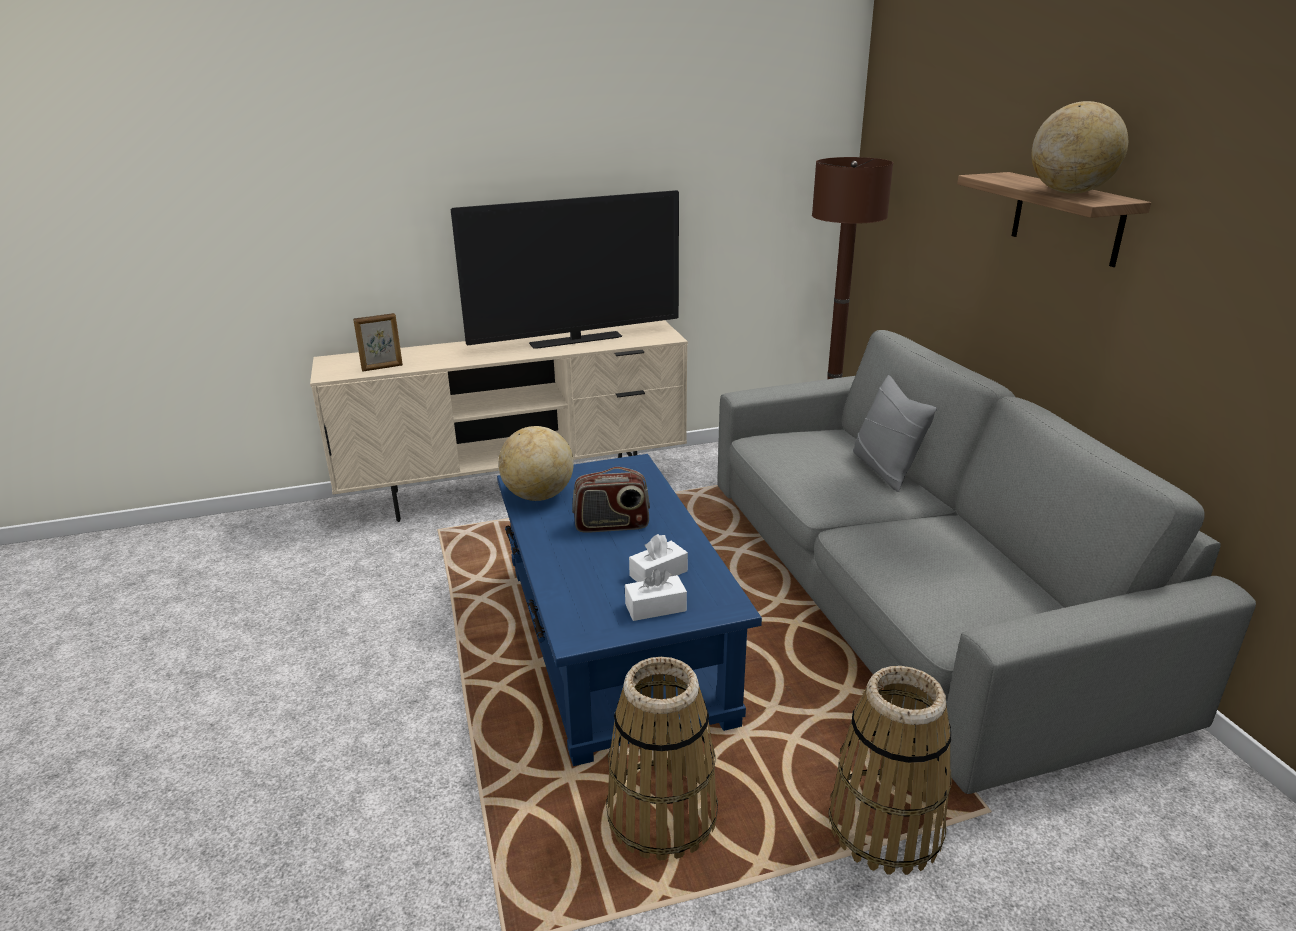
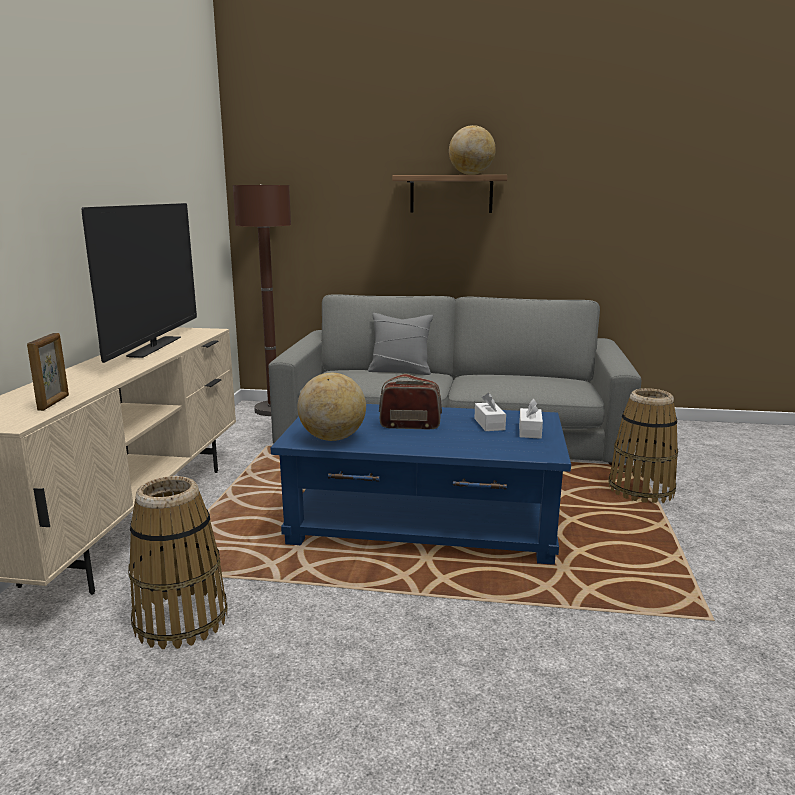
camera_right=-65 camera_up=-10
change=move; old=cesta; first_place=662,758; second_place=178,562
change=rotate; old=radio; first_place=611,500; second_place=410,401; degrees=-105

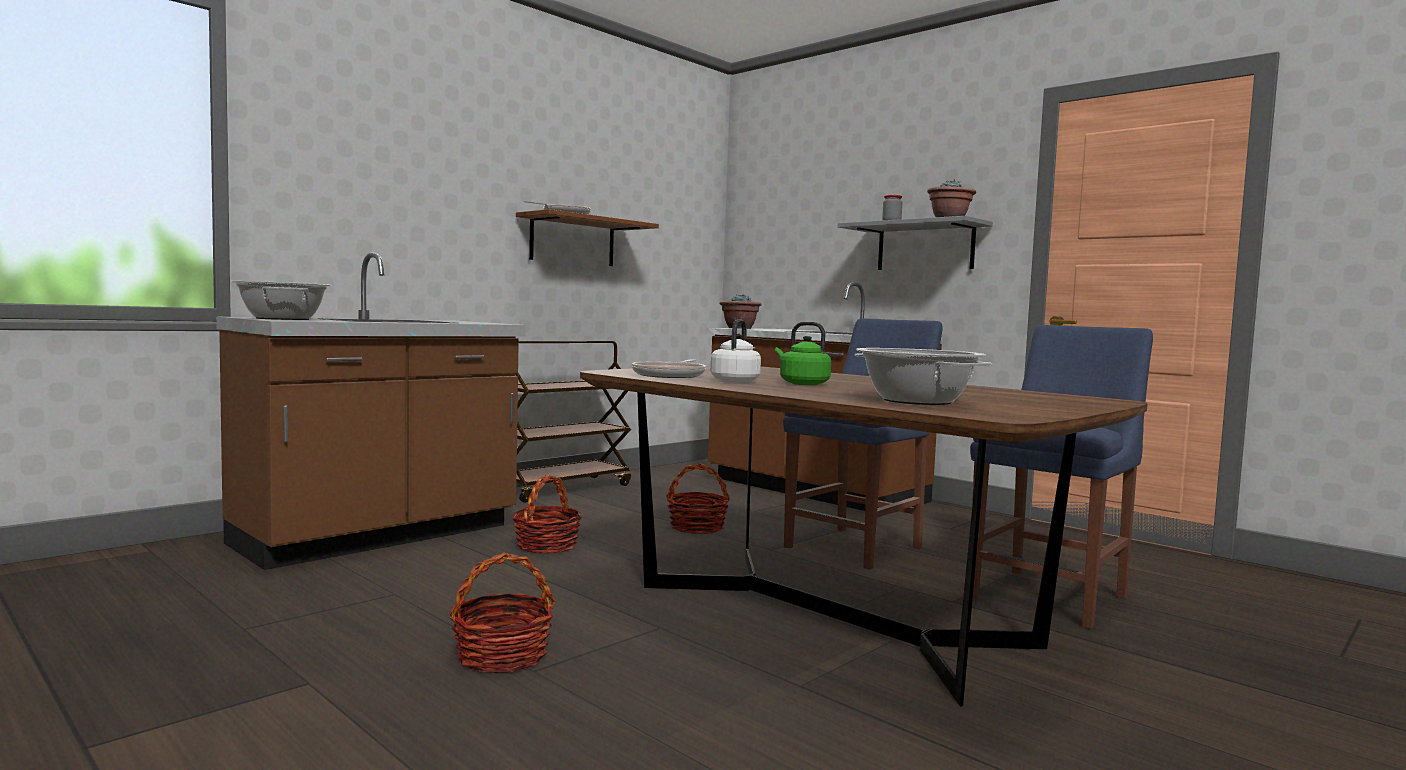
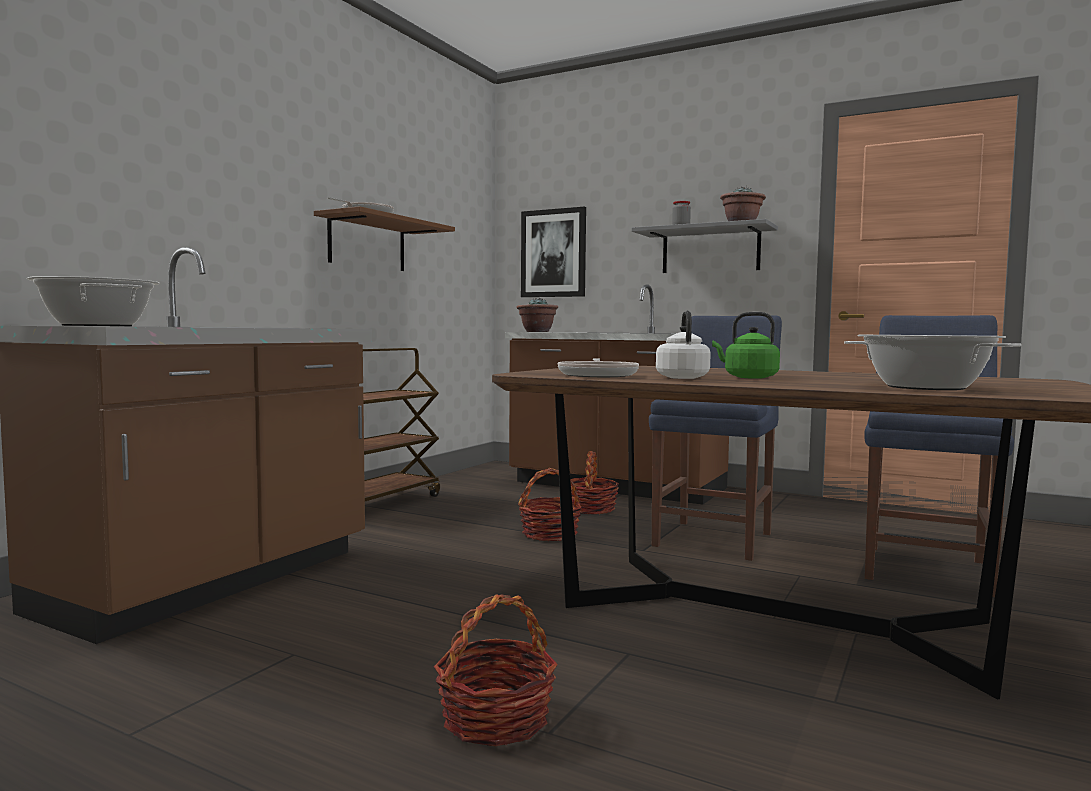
camera_right=-15 camera_up=0
change=insert; new=cuadro; second_place=553,252
change=move; old=cesta; first_place=547,514; second_place=594,482

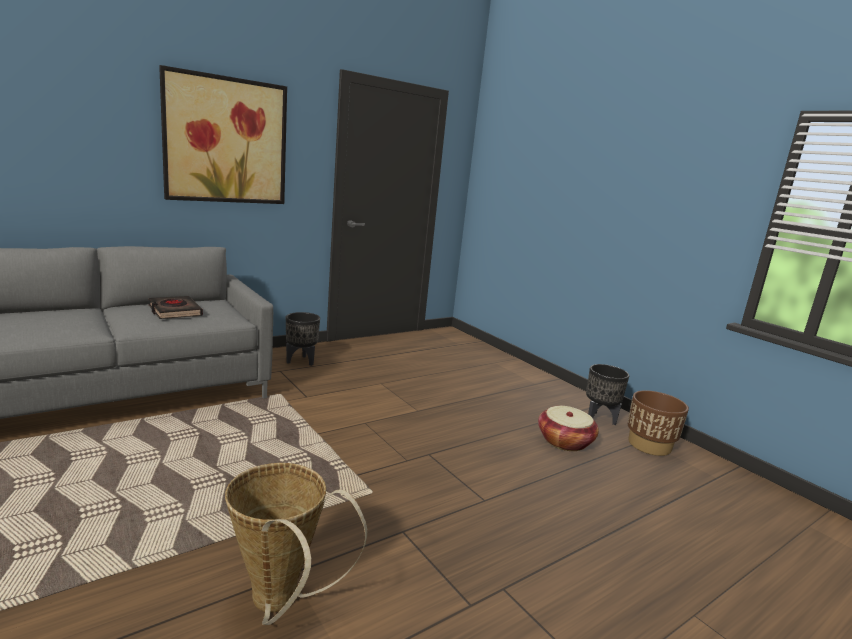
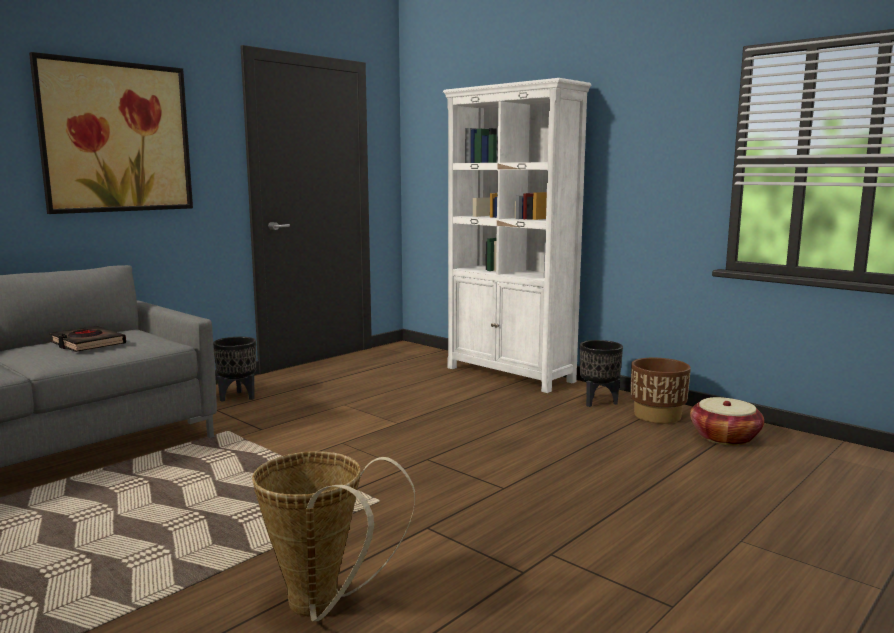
camera_right=-10 camera_up=-5
change=insert; new=estantería [blanco]; second_place=517,235
change=move; old=cesta; first_place=568,428; second_place=727,421

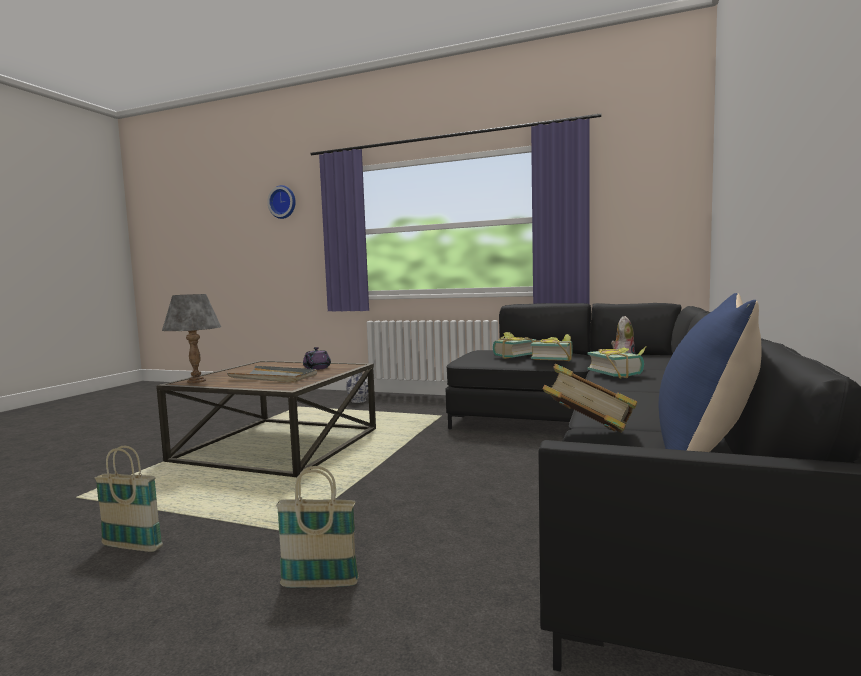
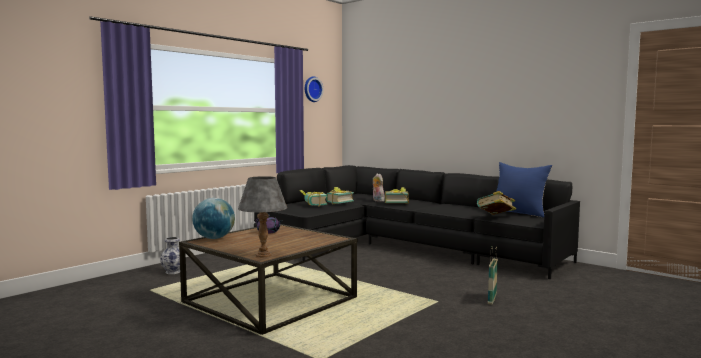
camera_right=-70 camera_up=0
change=insert; new=globo terráqueo; second_place=213,218
change=move; old=reloj de pared; first_place=281,202; second_place=314,89
change=delete; old=cesta; first_place=128,498
change=delete; old=bandeja [gris]; first_place=272,374

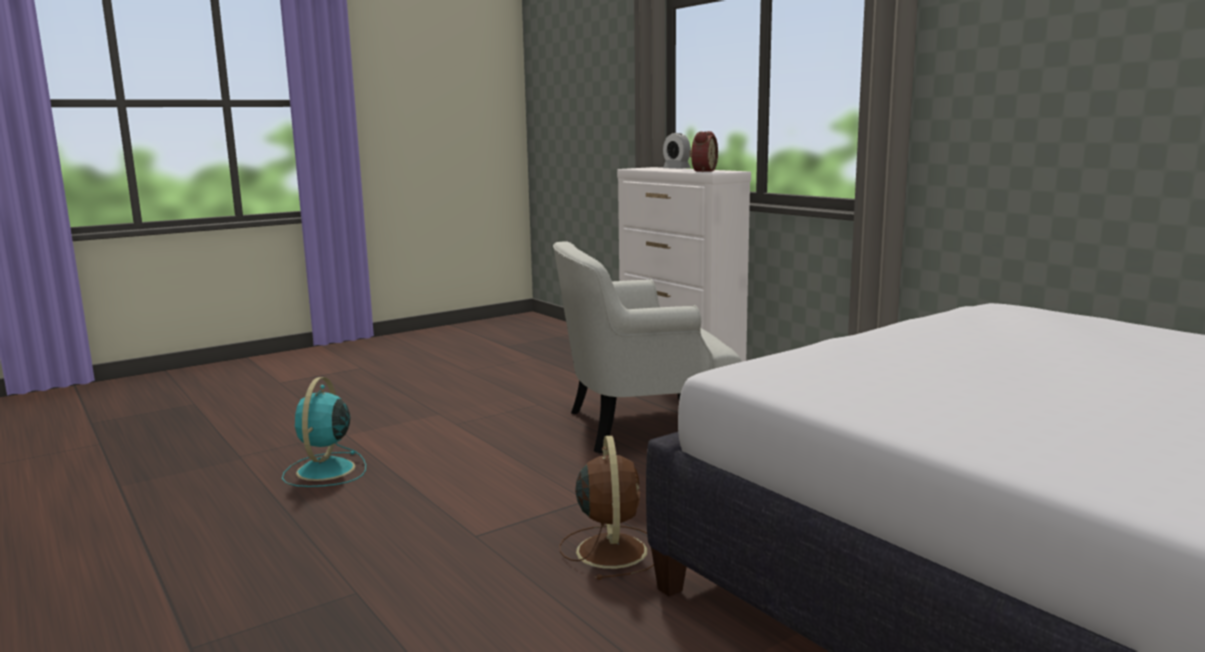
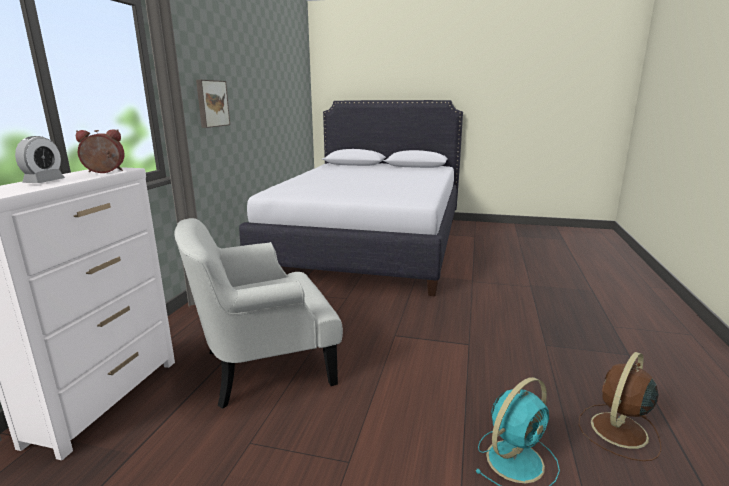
camera_right=-130 camera_up=5
change=rotate; old=sillón [blanco]; first_place=647,347; second_place=258,313; degrees=120
change=insert; new=cuadro; second_place=213,104
change=move; old=ventilador [marrón]; first_place=606,508; second_place=619,406

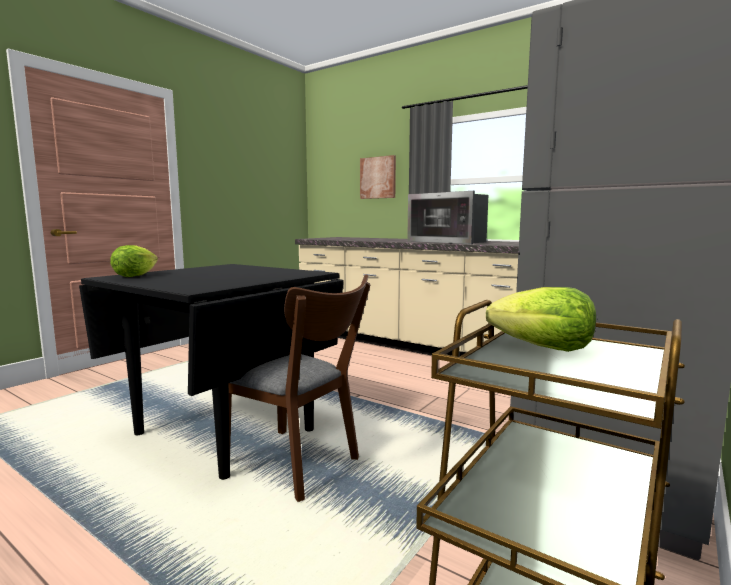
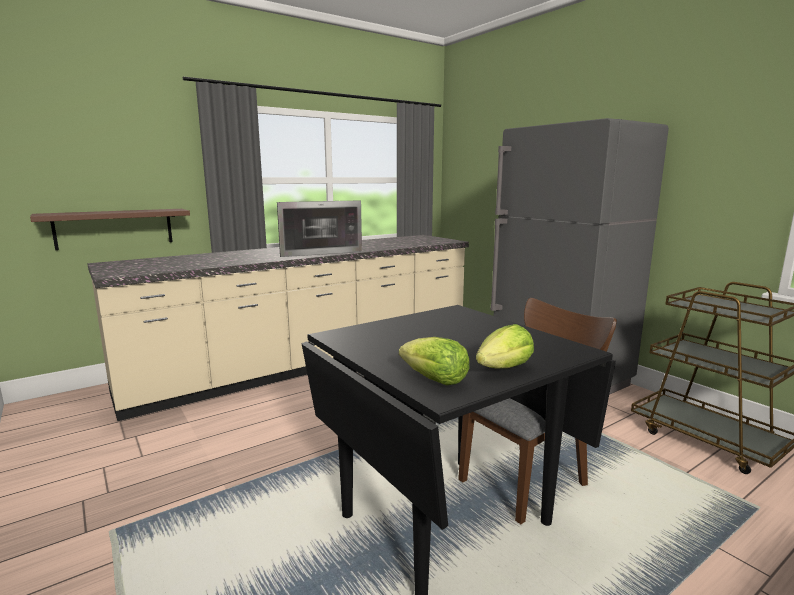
camera_right=-70 camera_up=5
change=insert; new=estante [marrón]; second_place=110,229
change=move; old=lechuga; first_place=541,319; second_place=505,346
change=delete; old=cuadro; first_place=378,177

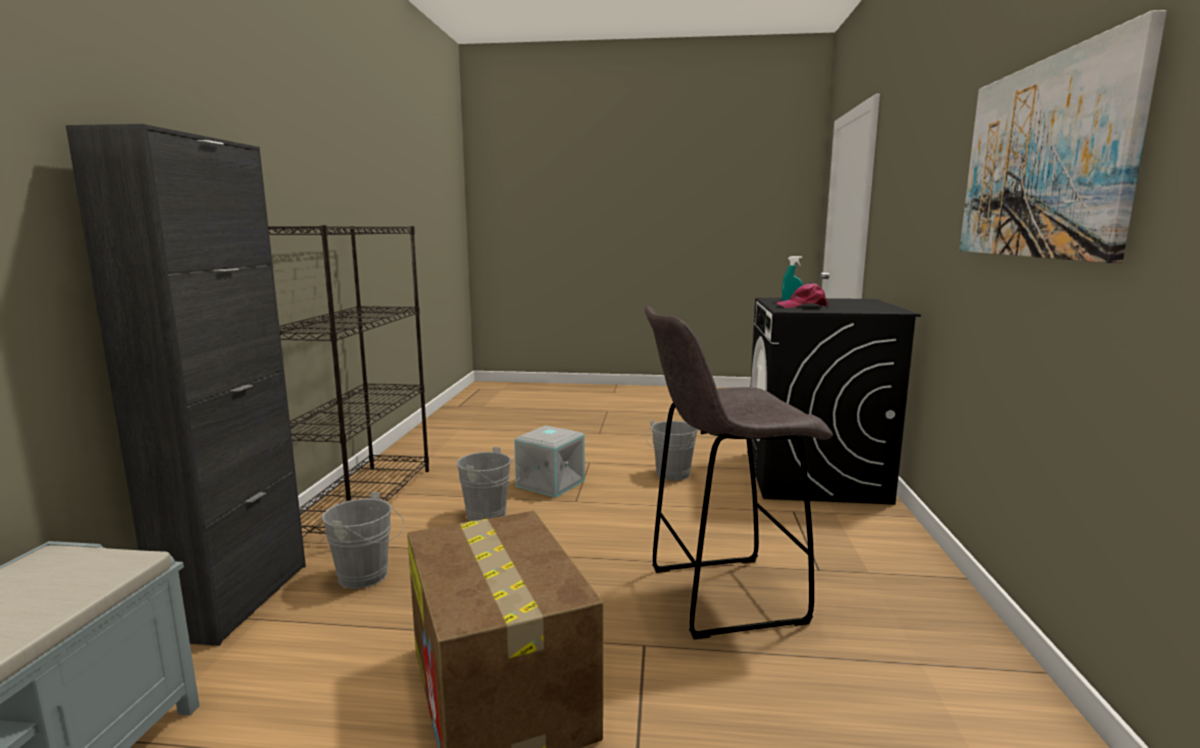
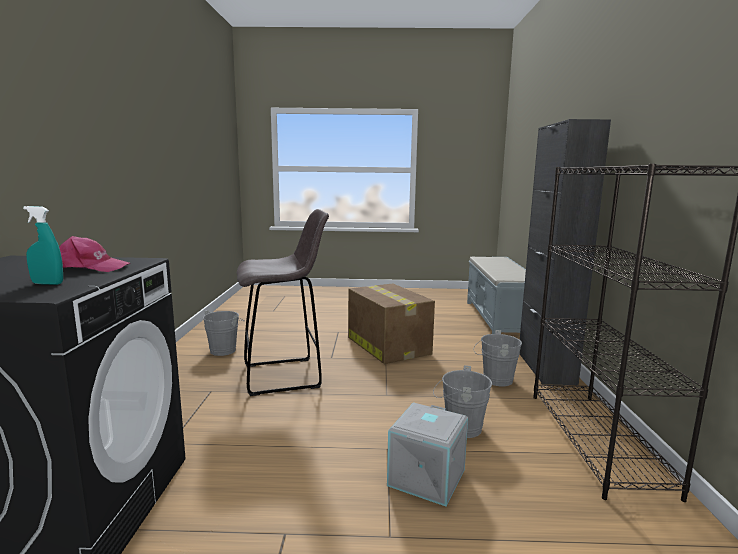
camera_right=175 camera_up=0
change=move; old=cubo [gris]; first_place=672,450; second_place=223,333
change=delete; old=cuadro; first_place=1063,136

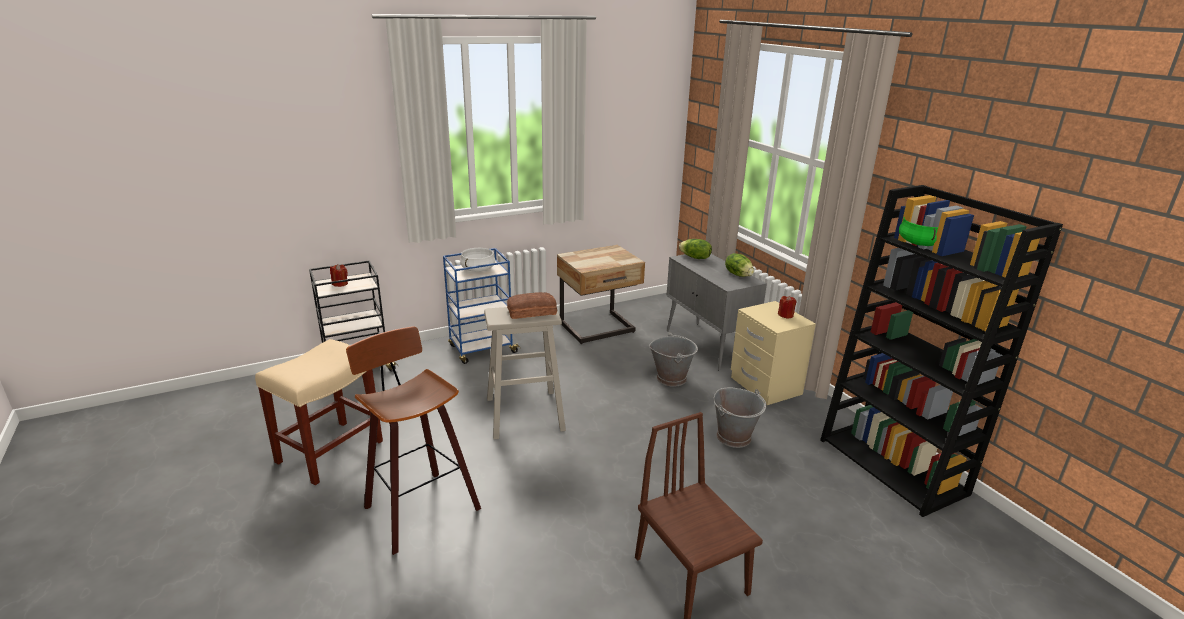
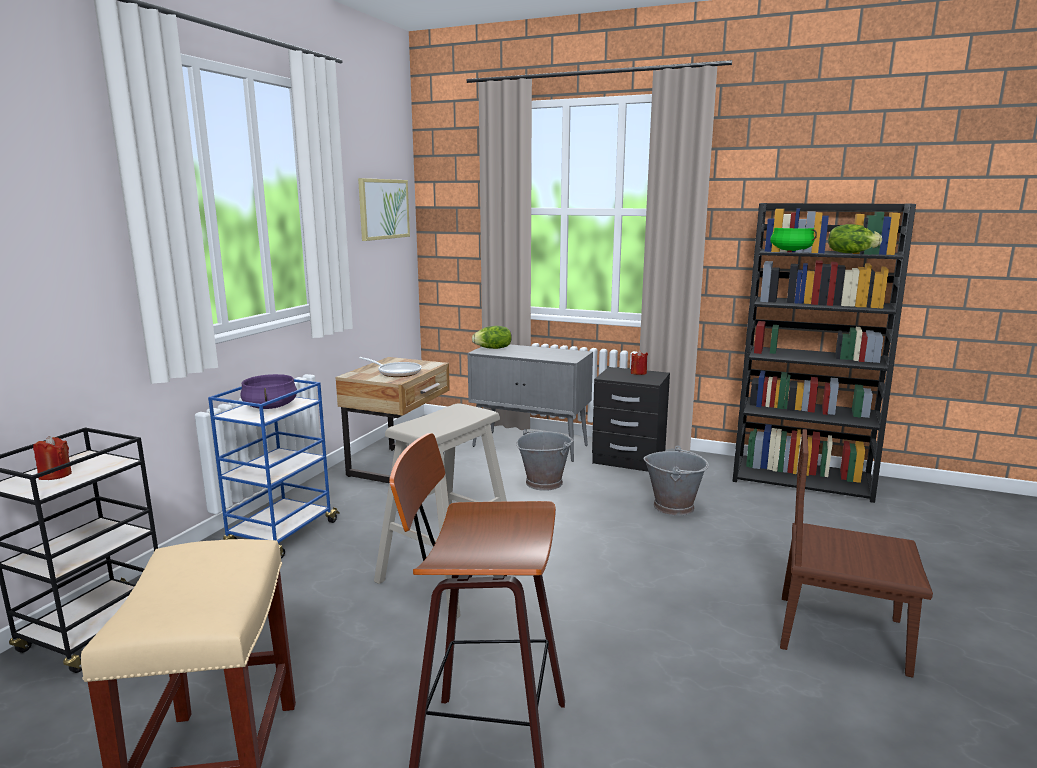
camera_right=-40 camera_up=-10
change=recolor; old=olla [blanco]; new=olla [morado]; first_place=477,260; second_place=268,391
change=insert; new=cuadro; second_place=384,209
change=insert; new=sartén; second_place=390,367
change=recolor; old=mesita de noche [beis]; new=mesita de noche [negro]; first_place=773,353; second_place=631,419
change=move; old=lechuga; first_place=739,265; second_place=855,238
change=delete; old=pan; first_place=532,305

